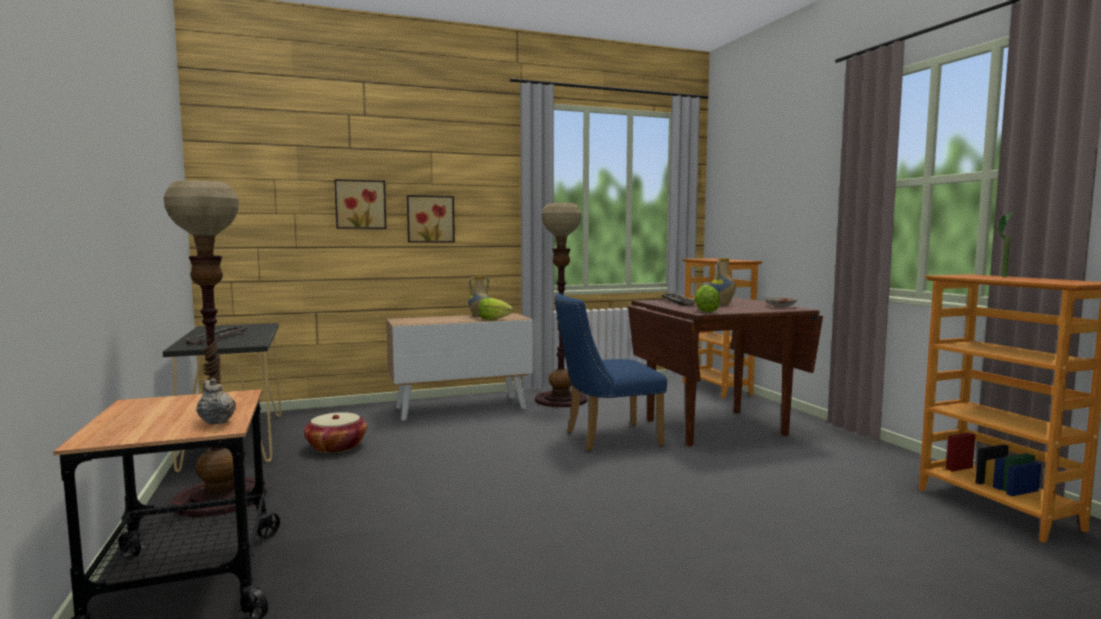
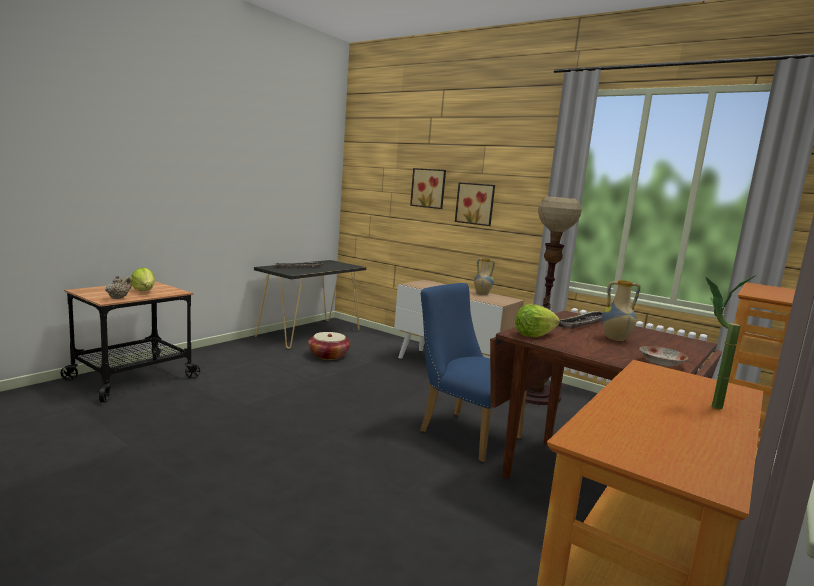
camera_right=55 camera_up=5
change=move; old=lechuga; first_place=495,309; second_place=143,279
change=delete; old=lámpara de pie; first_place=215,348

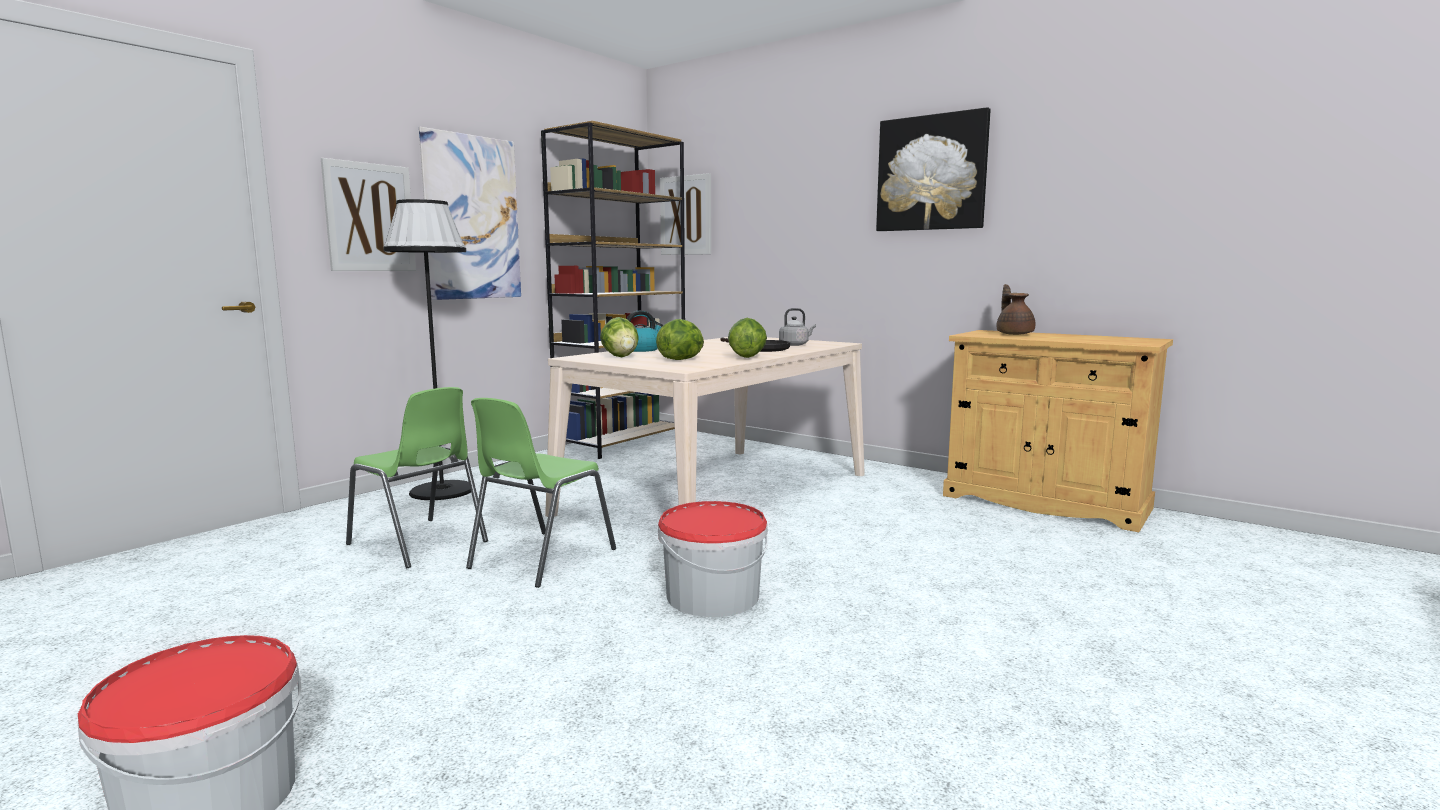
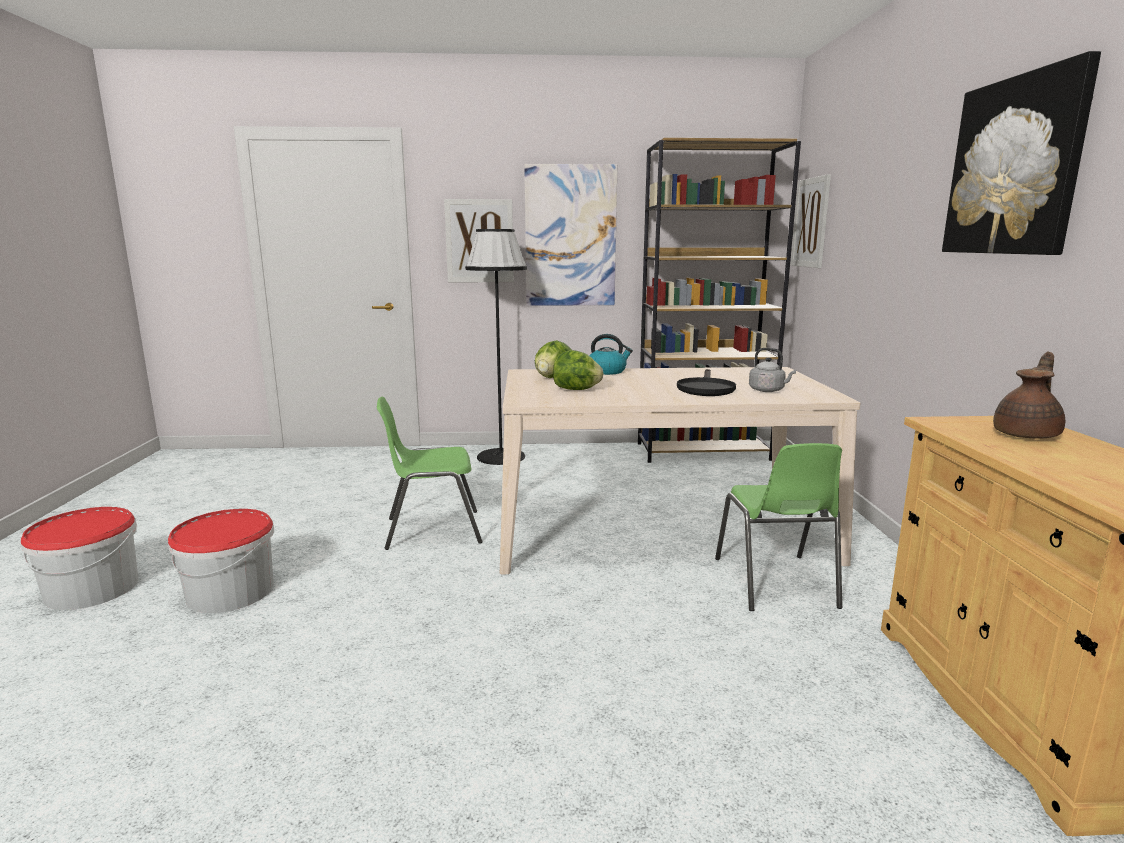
camera_right=50 camera_up=5
change=move; old=cubo; first_place=713,559; second_place=221,561
change=move; old=silla [verde]; first_place=417,477; second_place=778,527
change=delete; old=lechuga; first_place=747,338

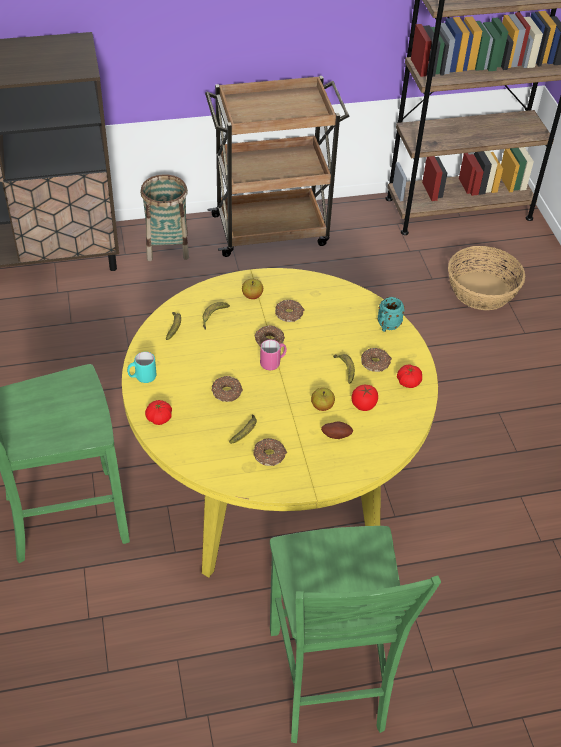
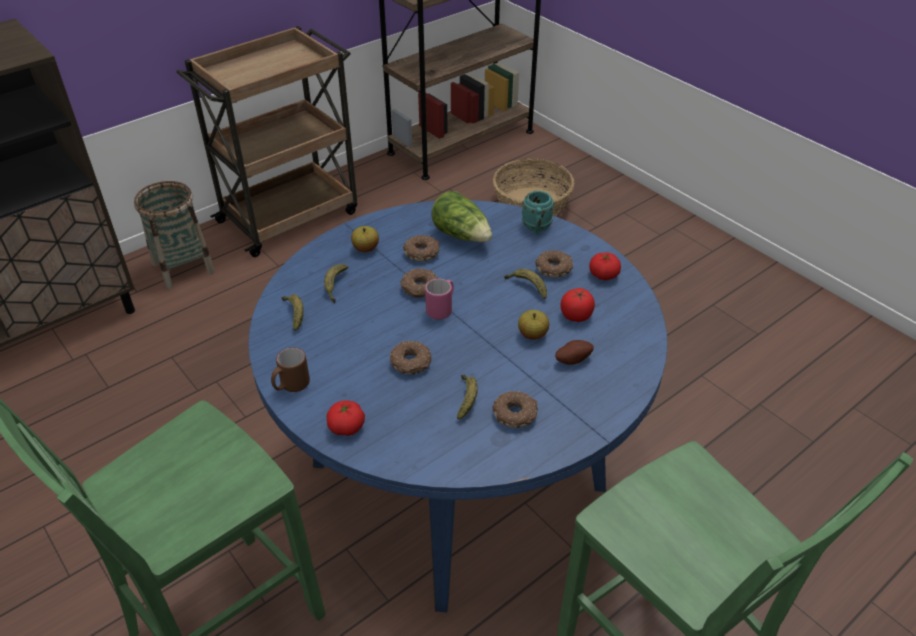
camera_right=-25 camera_up=-5
change=recolor; old=mesa de comedor [amarillo]; new=mesa de comedor [azul]; first_place=280,423; second_place=457,406
change=recolor; old=taza grande [turquesa]; new=taza grande [marrón]; first_place=141,367; second_place=290,369
change=insert; new=lechuga; second_place=462,216

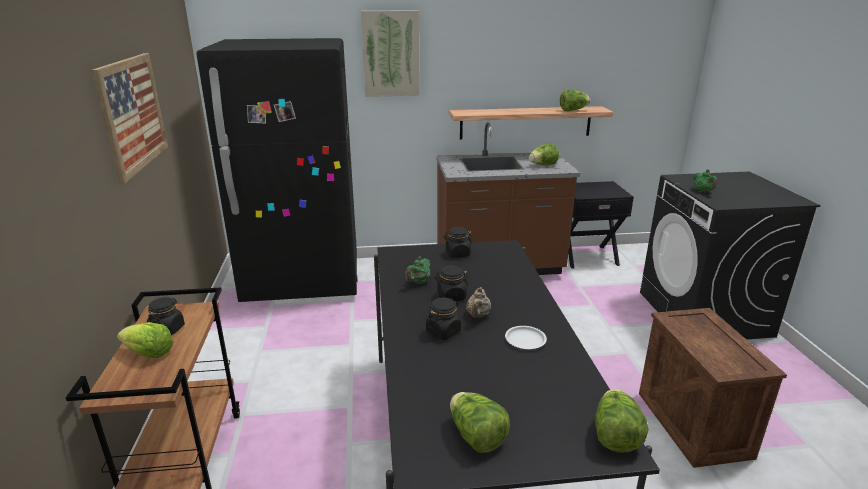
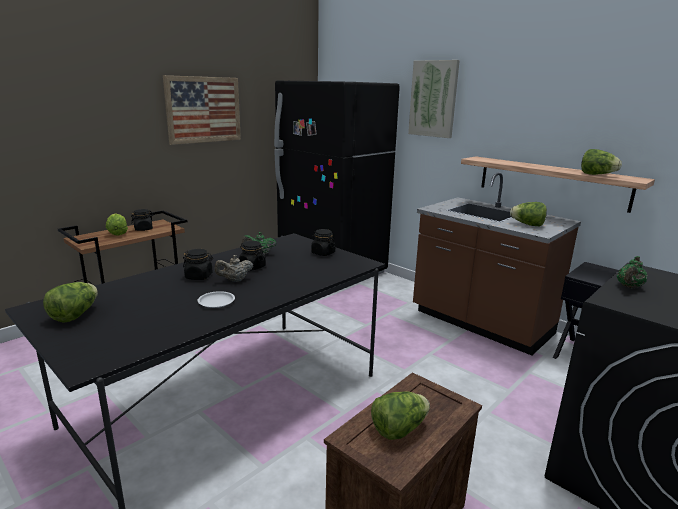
camera_right=50 camera_up=-5
change=move; old=lechuga; first_place=622,421; second_place=400,415

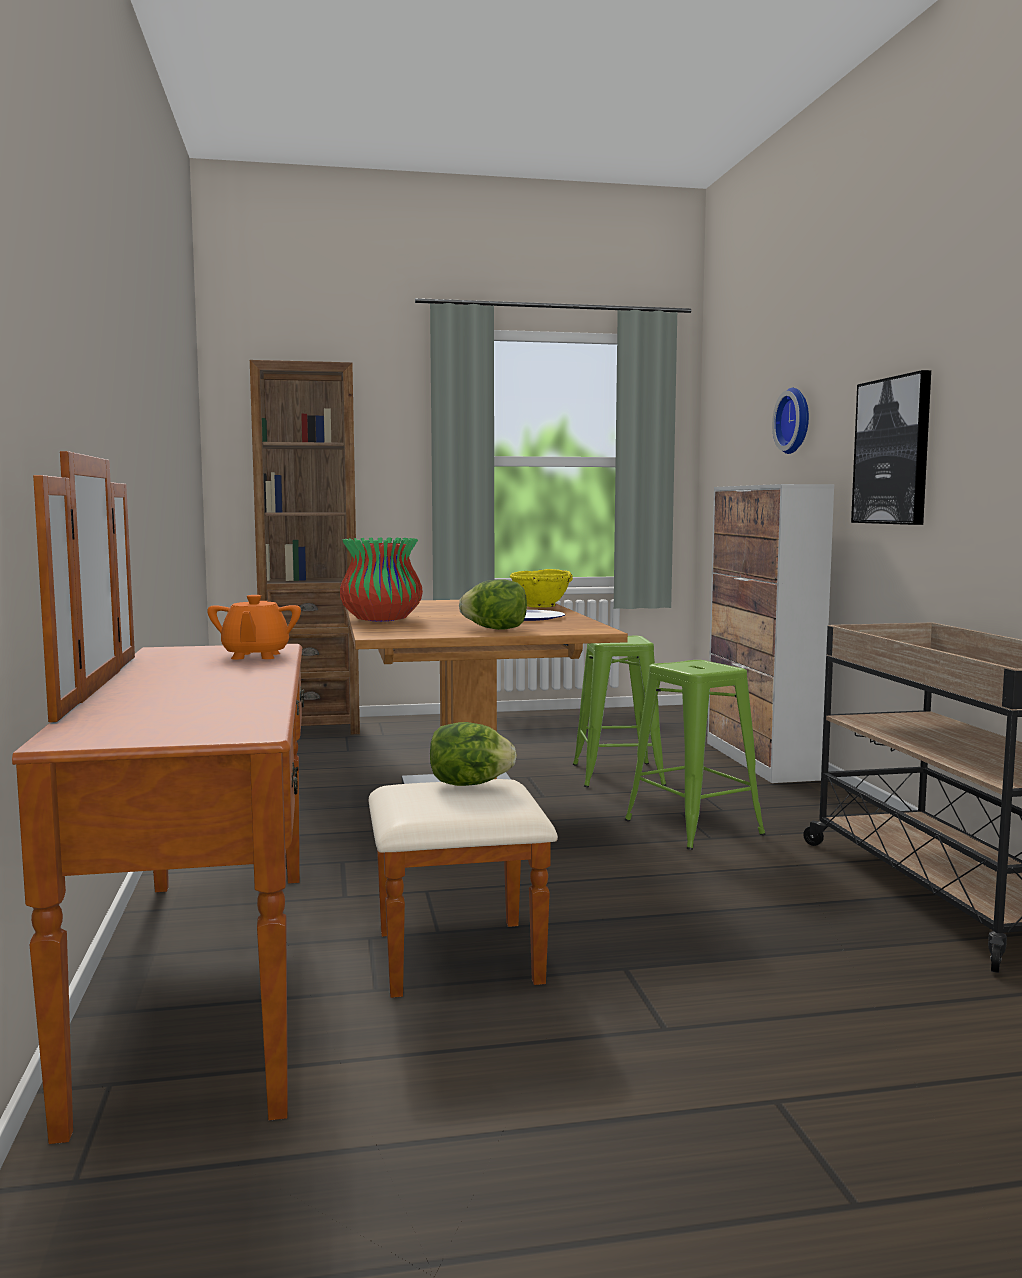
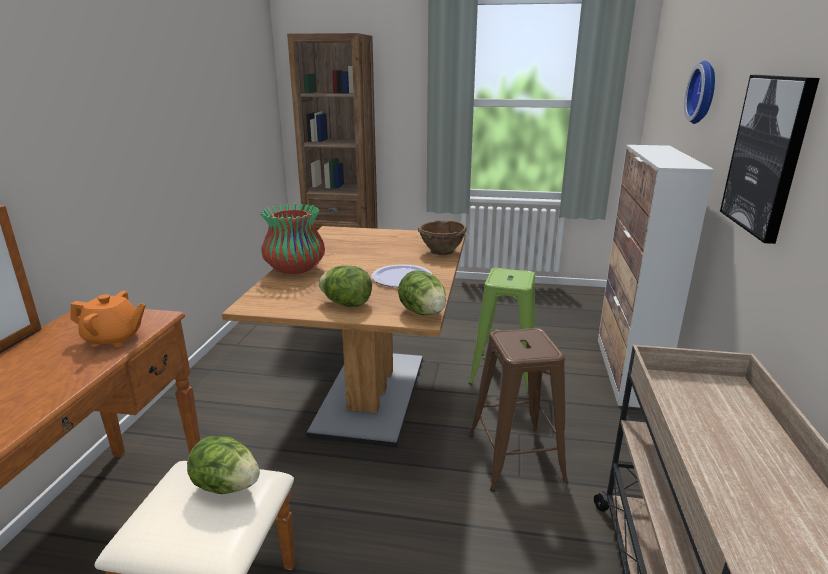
camera_right=20 camera_up=15
change=rotate; old=tetera [naranja]; first_place=254,627; second_place=108,319; degrees=-105
change=insert; new=lechuga; second_place=422,293
change=recolor; old=cuenco [amarillo]; new=cuenco [marrón]; first_place=541,588; second_place=442,237
change=recolor; old=taburete [verde]; new=taburete [marrón]; first_place=695,755; second_place=518,410

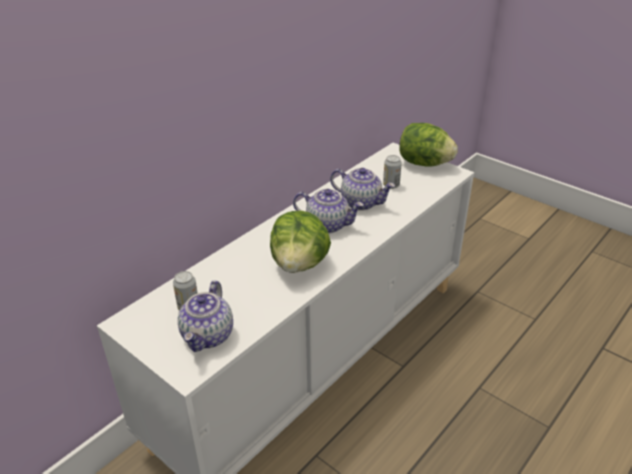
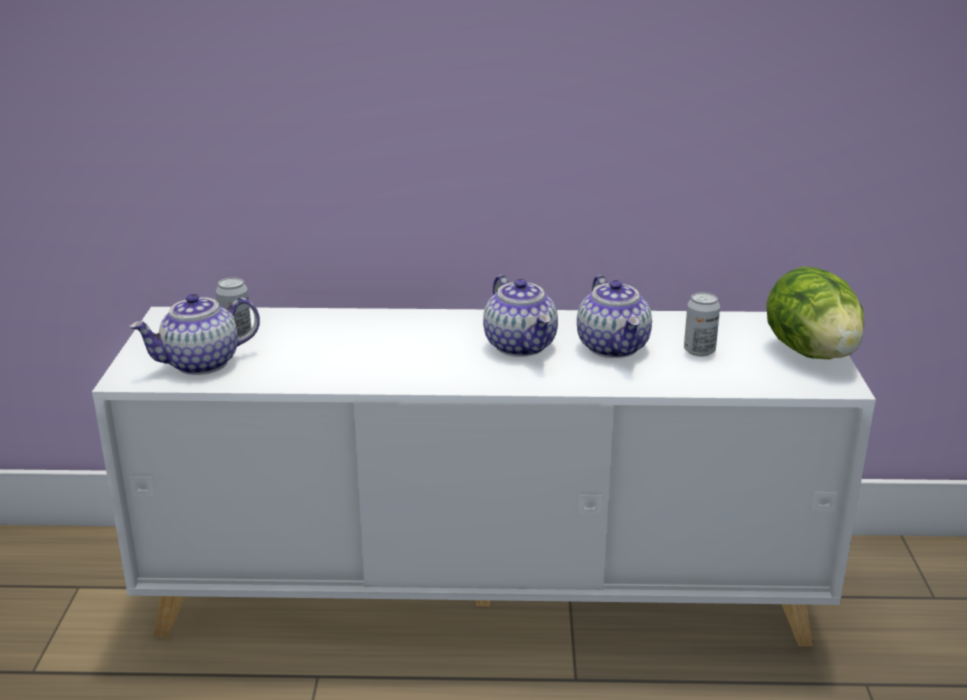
camera_right=50 camera_up=-10
change=delete; old=lechuga; first_place=300,241

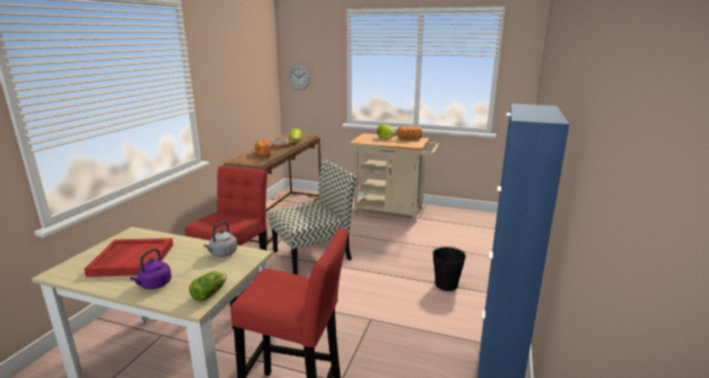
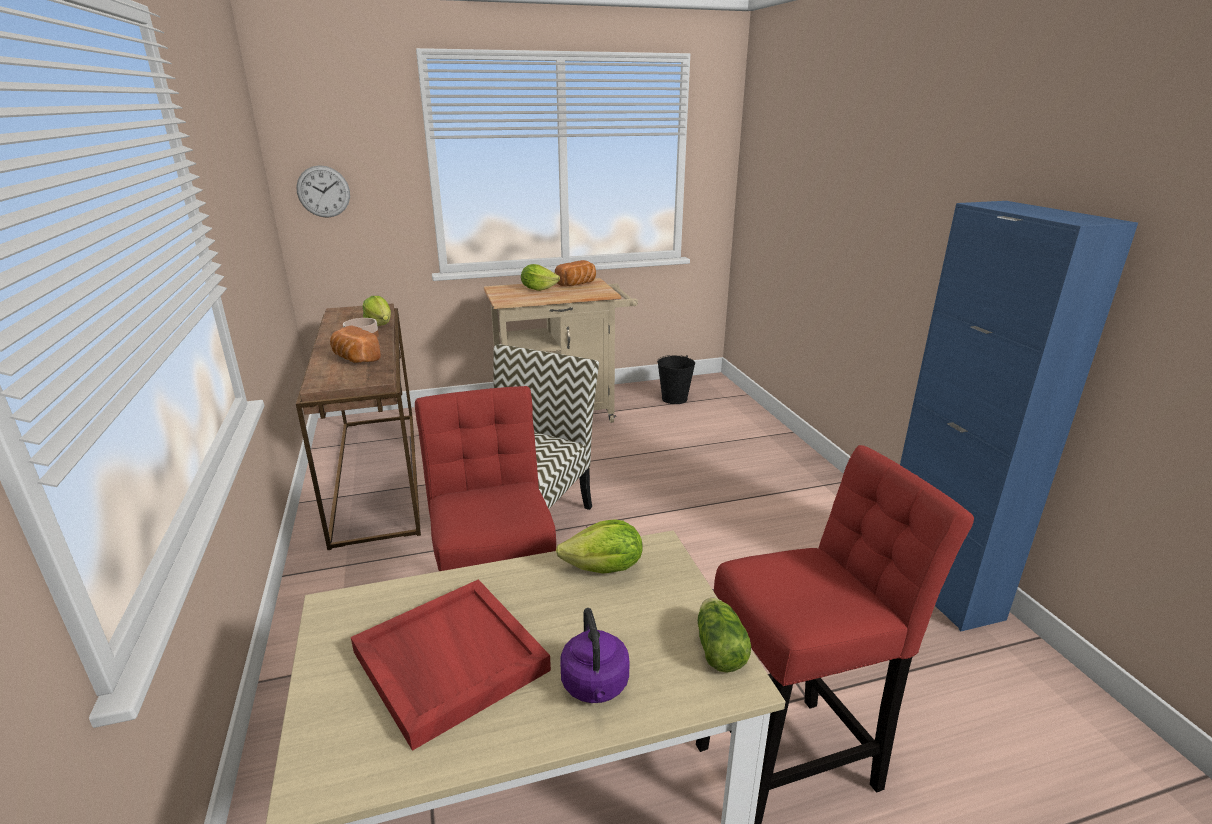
camera_right=-35 camera_up=5
change=replace; old=hervidor [gris]; new=lechuga; first_place=220,239; second_place=599,546
change=move; old=cubo [negro]; first_place=449,268; second_place=676,379

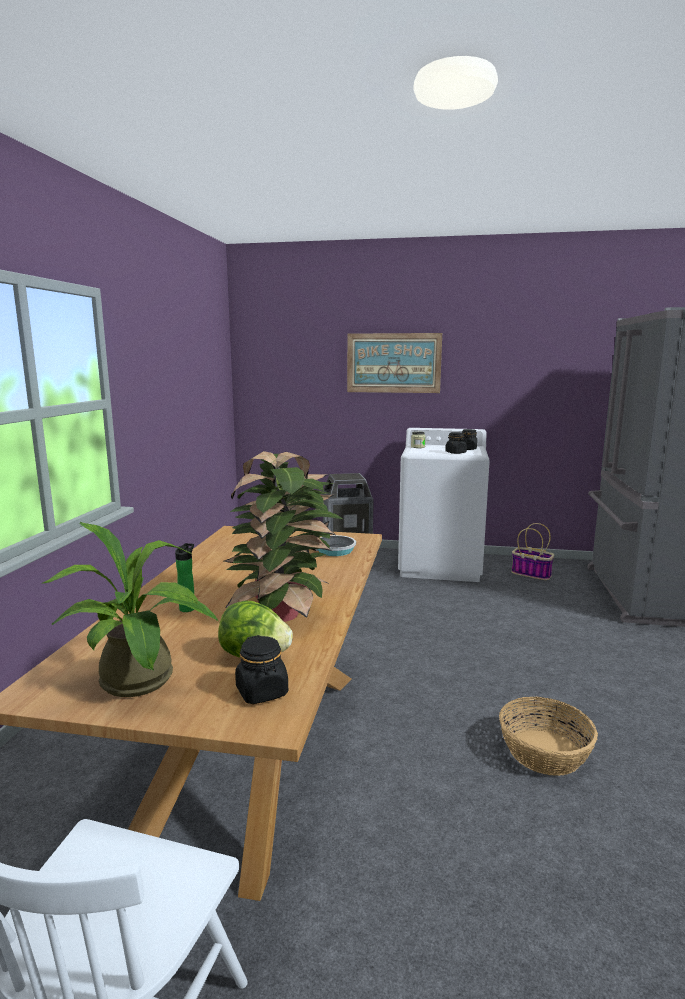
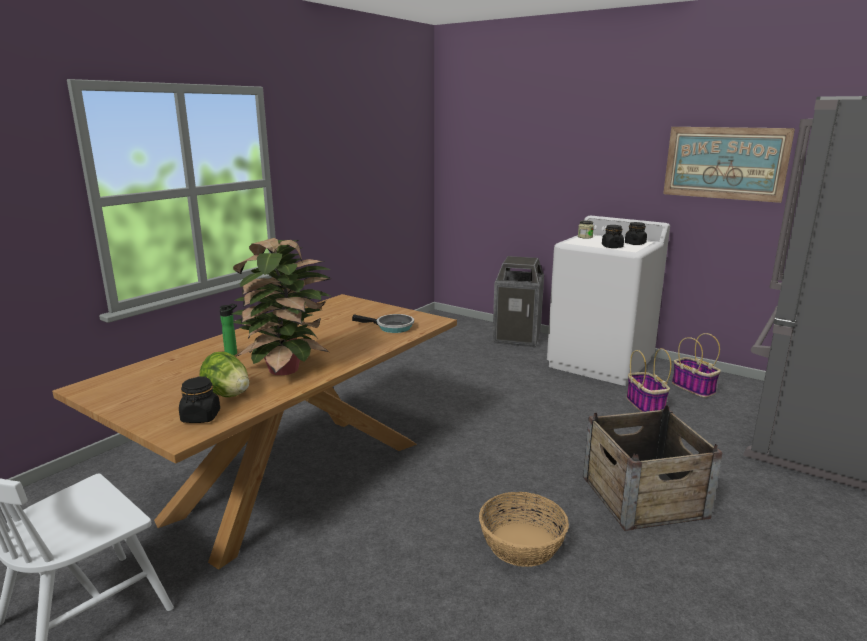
camera_right=25 camera_up=5
change=insert; new=caja de embalaje; second_place=653,468
change=insert; new=cesta; second_place=649,380
change=move; old=cuadro; first_place=394,363; second_place=729,165
change=delete; old=planta en maceta; first_place=131,609

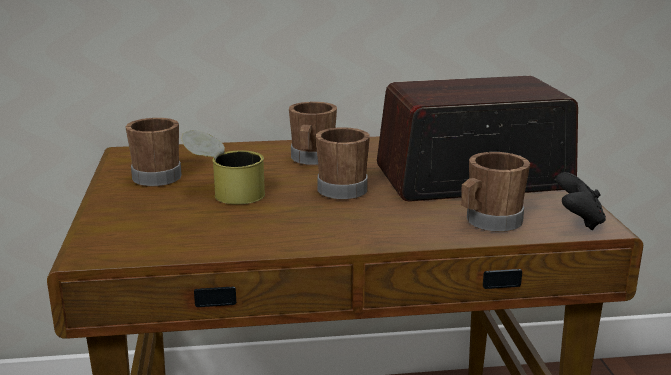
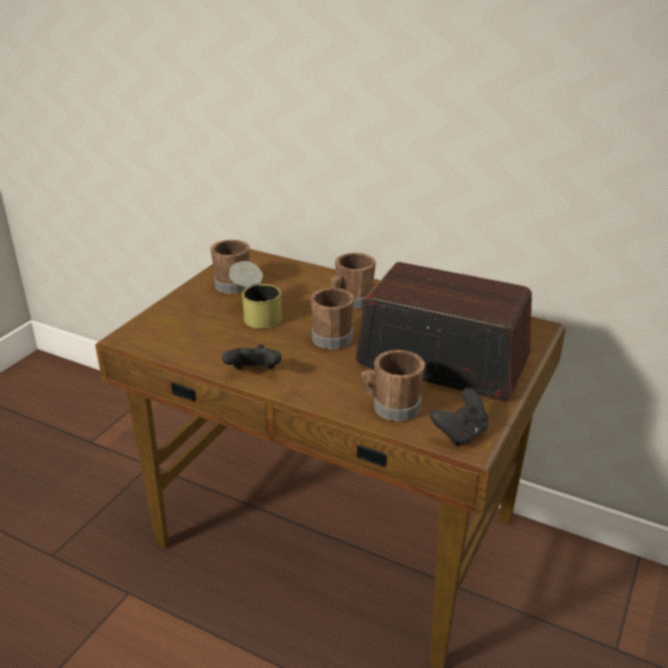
camera_right=35 camera_up=10
change=insert; new=mando de consola [negro]; second_place=251,357

